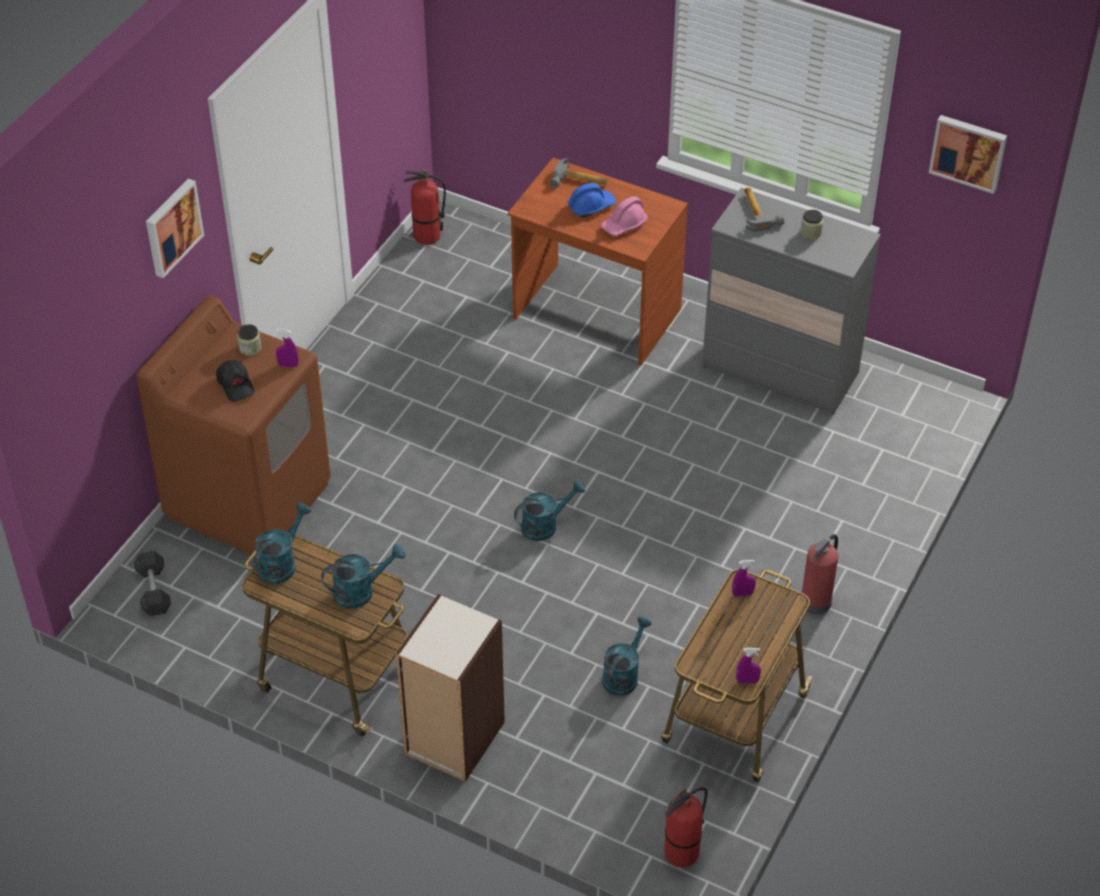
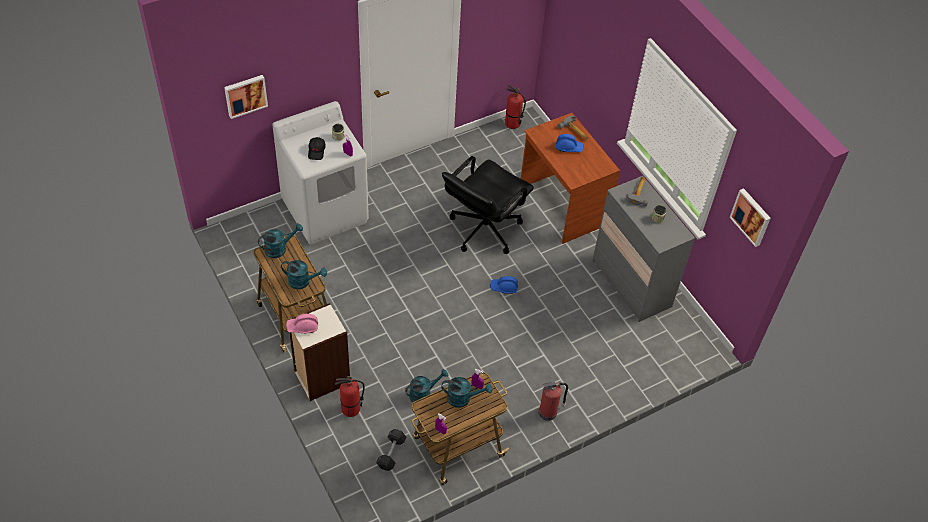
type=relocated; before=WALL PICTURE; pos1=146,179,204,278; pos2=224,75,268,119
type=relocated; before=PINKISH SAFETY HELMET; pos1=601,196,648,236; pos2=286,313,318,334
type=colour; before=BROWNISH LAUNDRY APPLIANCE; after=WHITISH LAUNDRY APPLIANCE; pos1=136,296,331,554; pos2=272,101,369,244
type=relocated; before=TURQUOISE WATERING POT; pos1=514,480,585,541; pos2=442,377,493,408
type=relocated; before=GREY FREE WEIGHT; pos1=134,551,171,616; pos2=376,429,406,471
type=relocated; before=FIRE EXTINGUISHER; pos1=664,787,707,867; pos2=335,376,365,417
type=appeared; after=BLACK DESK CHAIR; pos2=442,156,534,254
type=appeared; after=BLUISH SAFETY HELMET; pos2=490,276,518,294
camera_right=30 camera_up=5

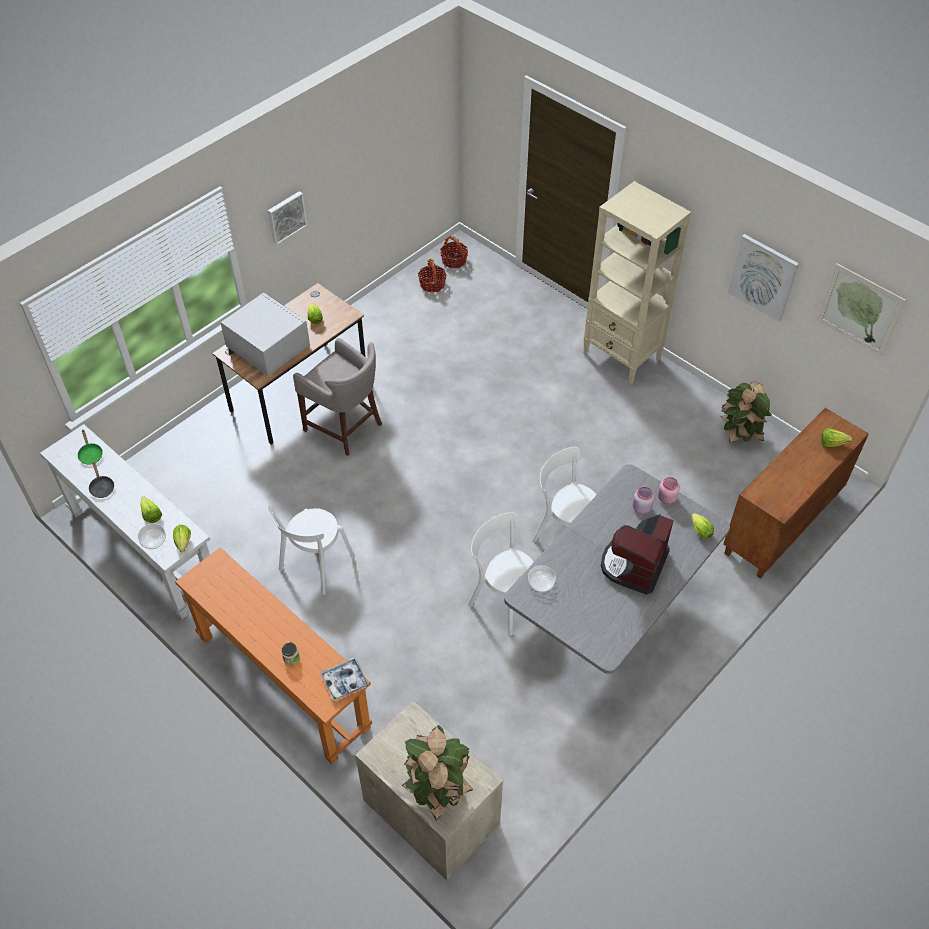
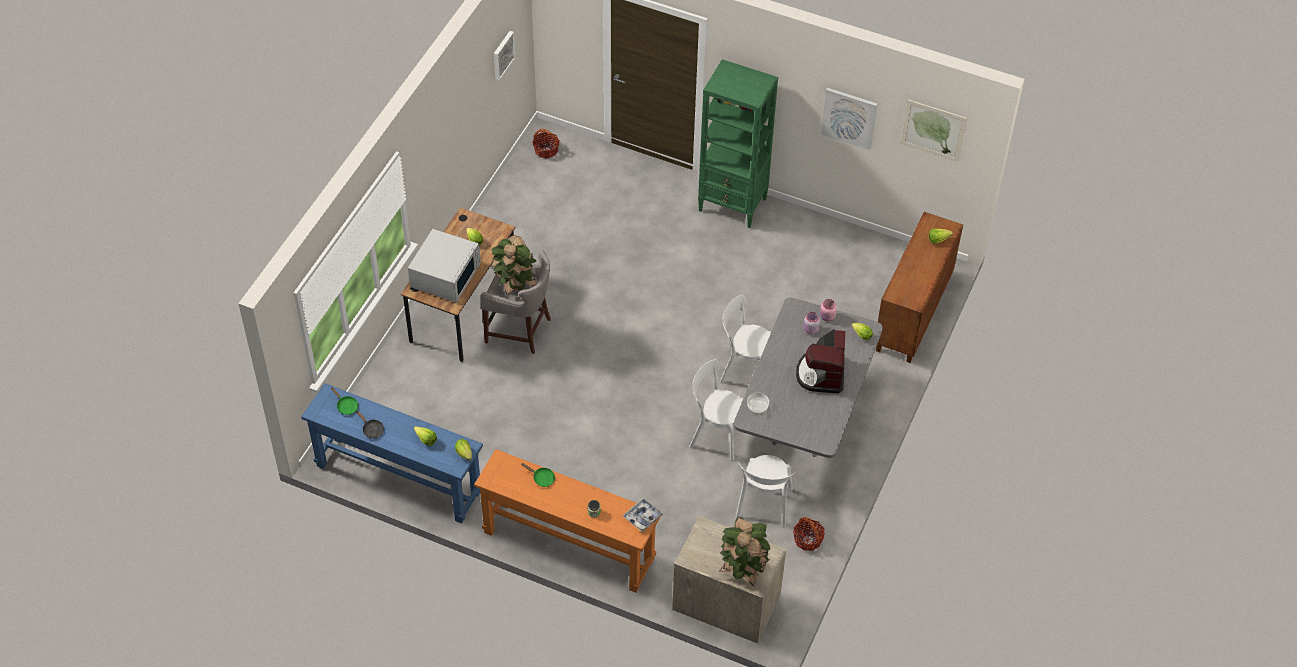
type=colour; before=BEIGE-COLOURED BOOKSHELF; after=GREENISH BOOKSHELF; pos1=583,181,691,384; pos2=698,59,778,228
type=relocated; before=WALL PICTURE; pos1=268,191,307,245; pos2=494,31,515,80
type=relocated; before=BASKET; pos1=418,259,447,293; pos2=793,517,825,551
type=spun; before=WHITISH MICROWAVE OVEN; pos1=220,293,310,376; pos2=408,229,481,303; turn=90
type=relocated; before=PLANT IN A POT; pos1=721,381,772,443; pos2=491,235,537,295
type=colour; before=WHITISH HALL TABLE; after=BLUISH HALL TABLE; pos1=40,424,210,619; pos2=301,383,483,523
type=relocated; before=WHITISH PLAIN CHAIR; pos1=267,505,355,595; pos2=736,455,795,527
type=missing; before=SERVING BOWL; pos1=138,524,166,549
type=appeared; after=GREENISH FRYING PAN; pos2=521,463,555,487
camera_right=-20 camera_up=0

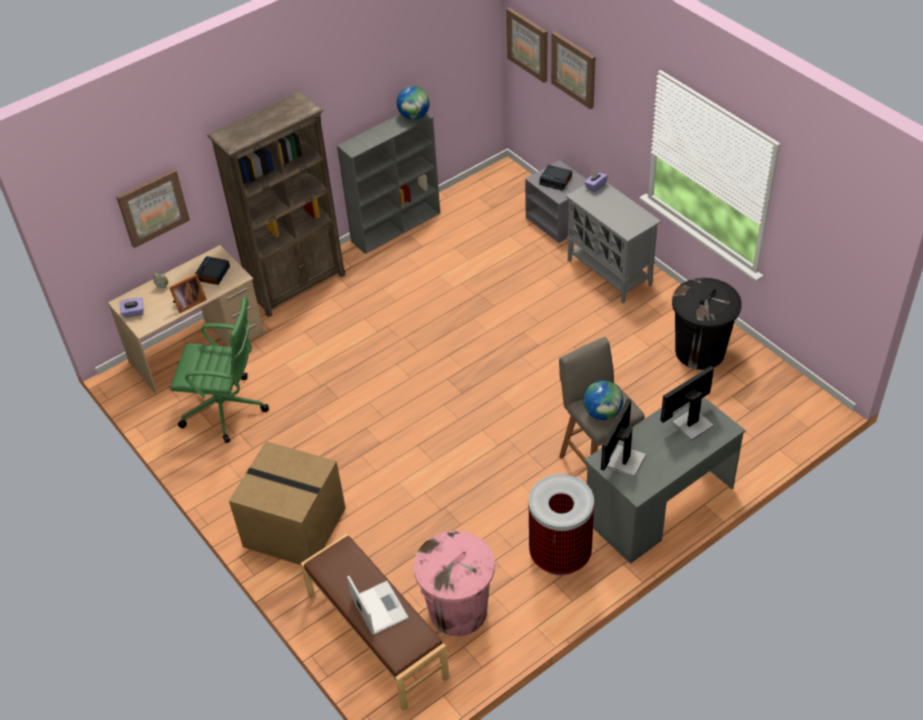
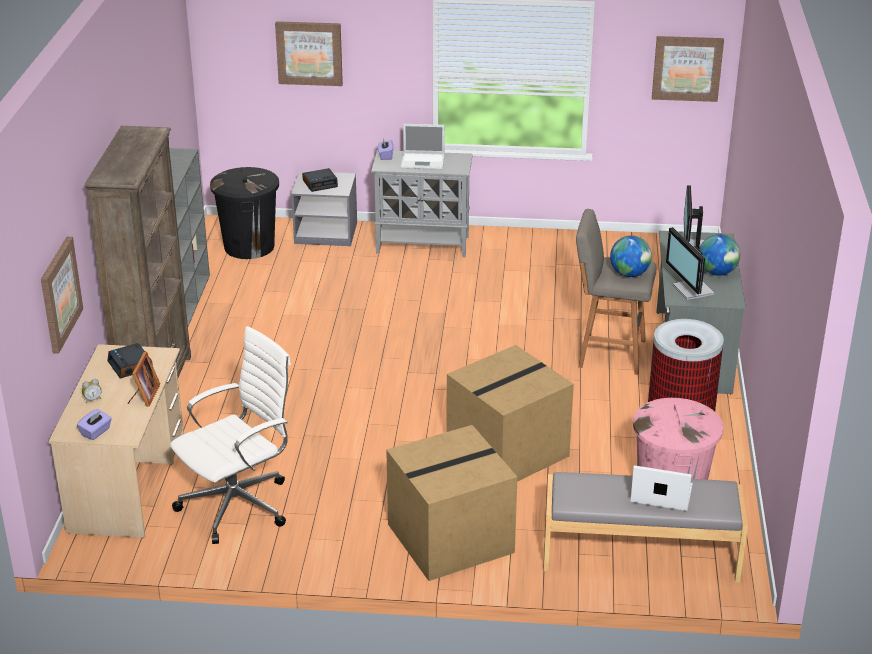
type=relocated; before=WALL PICTURE; pos1=506,7,547,83; pos2=652,36,724,102
type=relocated; before=GLOBE; pos1=397,86,430,120; pos2=700,234,740,276
type=relocated; before=BLACK TRASH CAN; pos1=672,278,742,370; pos2=210,167,279,259
type=colour; before=GREENISH DESK CHAIR; after=WHITISH DESK CHAIR; pos1=171,296,269,443; pos2=170,326,291,544
type=colour; before=BROWNISH LONG SEAT; after=GREY LONG SEAT; pos1=301,534,449,711; pos2=544,472,748,583
type=appeared; after=LAPTOP; pos2=401,124,445,170
type=appeared; after=CARTON; pos2=446,345,574,482
camera_right=-50 camera_up=-15

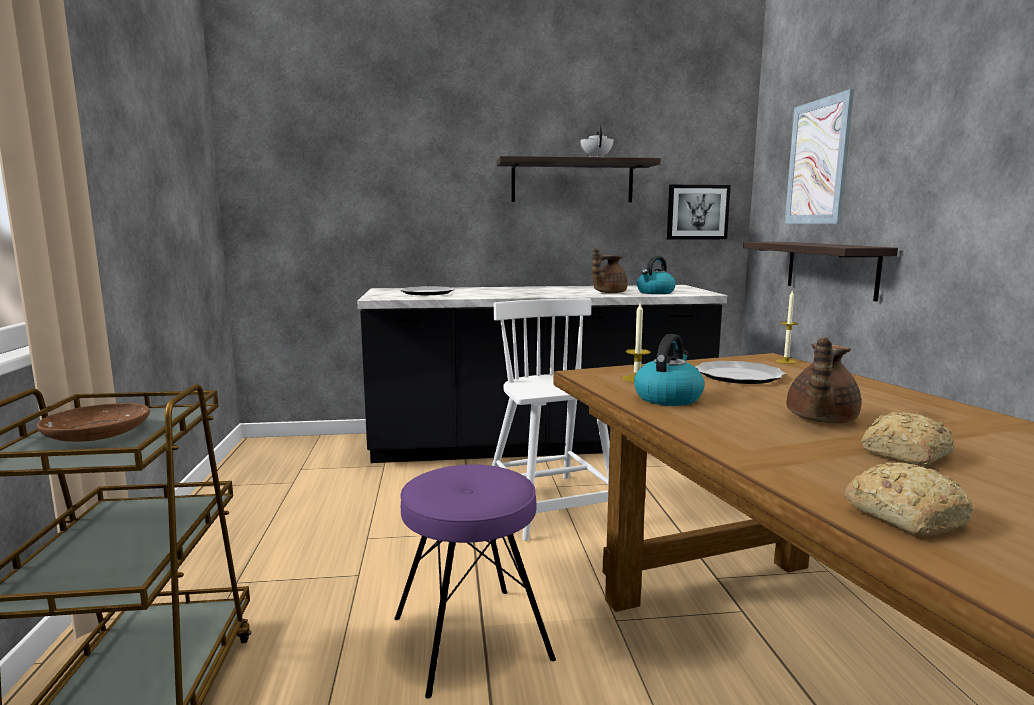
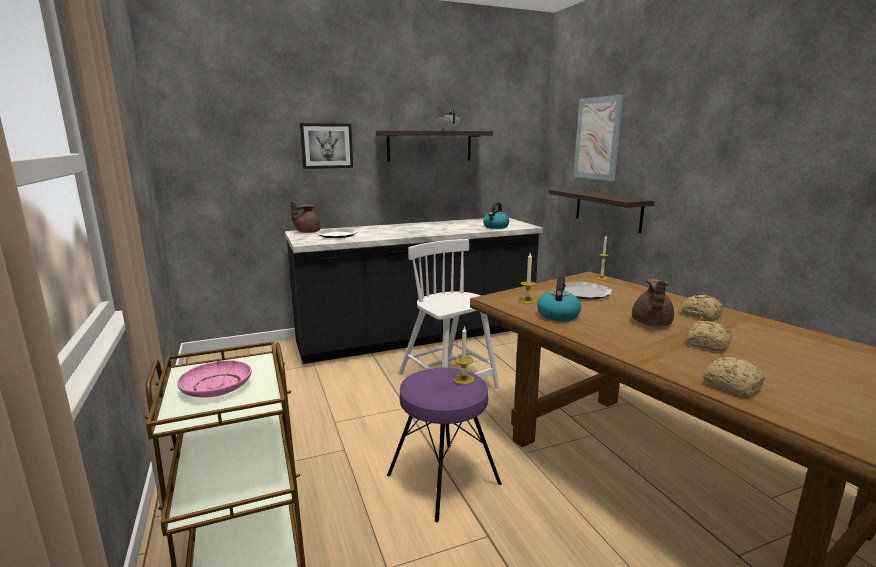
type=relocated; before=WALL PICTURE; pos1=667,185,731,240; pos2=300,123,353,169
type=relocated; before=BROWNISH TEAPOT; pos1=592,248,627,293; pos2=291,201,321,233
type=colour; before=BROWNISH FLAT DISH; after=PINKISH FLAT DISH; pos1=37,403,150,442; pos2=177,361,251,398
type=appeared; after=BREAD; pos2=681,295,723,320
type=appeared; after=WAX CANDLE; pos2=453,326,474,385
camera_right=-15 camera_up=5

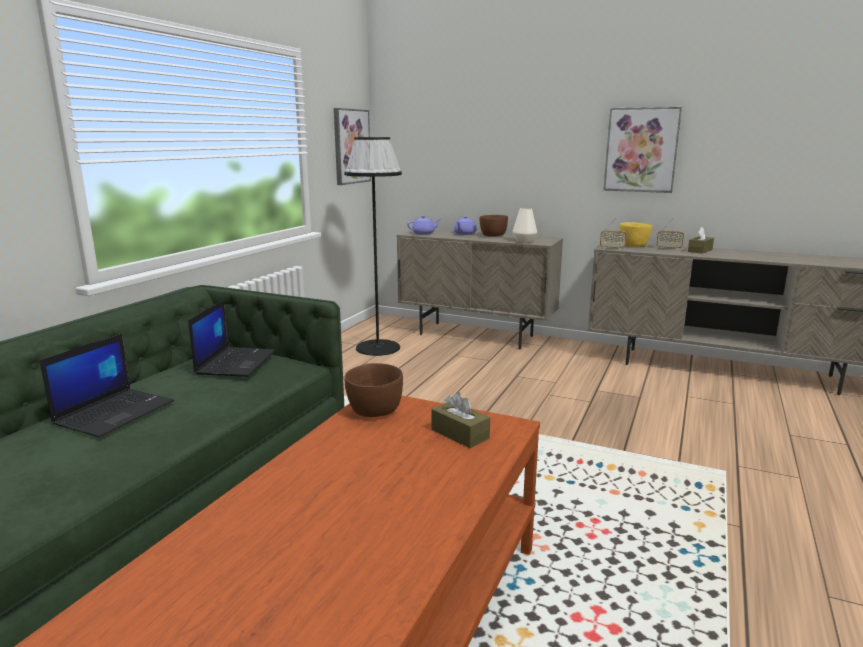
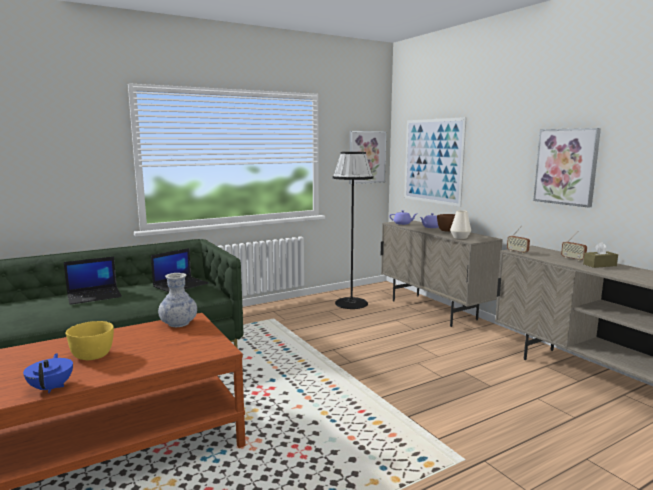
type=relocated; before=YELLOW SERVING BOWL; pos1=620,222,652,247; pos2=66,321,114,360
type=exchanged; before=BROWNISH SERVING BOWL; after=FLOWER VASE; pos1=345,363,403,417; pos2=158,273,197,327
type=missing; before=BROWNISH TISSUE BOX; pos1=432,392,490,448
type=appeared; after=WALL PICTURE; pos2=404,117,467,207
type=appeared; after=BLUISH TEAPOT; pos2=23,353,73,393
camera_right=35 camera_up=-5

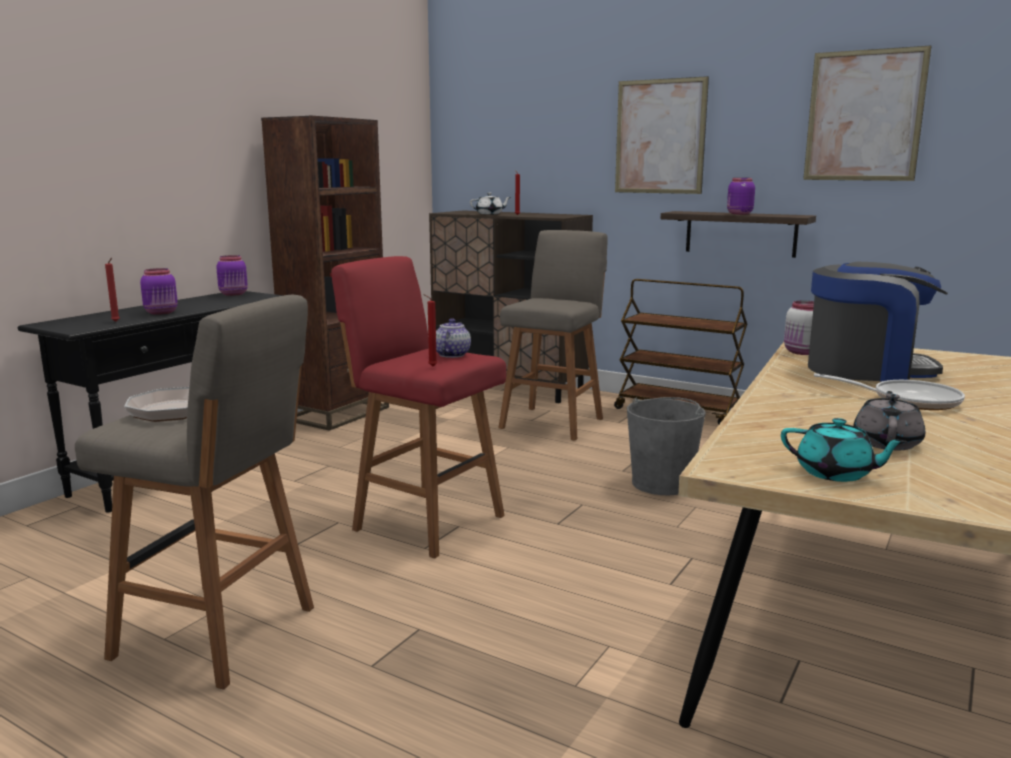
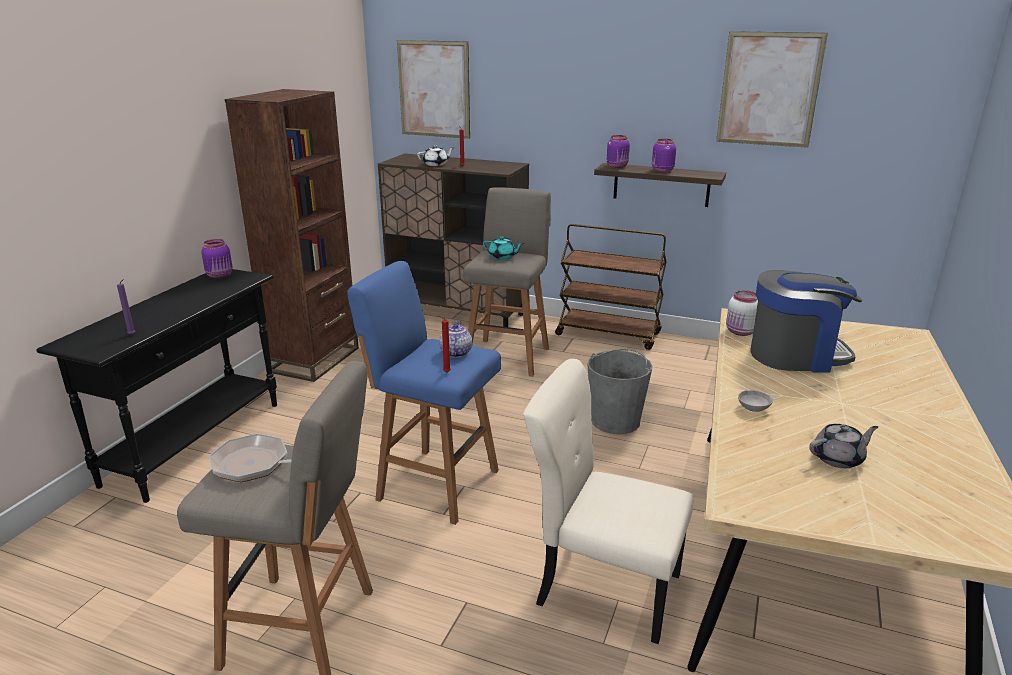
type=relocated; before=WALL PICTURE; pos1=615,76,709,194; pos2=397,40,470,139
type=colour; before=REDDISH STOOL SEAT; after=BLUISH STOOL SEAT; pos1=332,256,506,559; pos2=347,261,501,525
type=colour; before=REDDISH WAX CANDLE; after=PURPLISH WAX CANDLE; pos1=105,258,120,322; pos2=117,280,135,335
type=relocated; before=PURPLISH JAR; pos1=140,268,178,315; pos2=607,135,630,168
type=missing; before=FRYING PAN; pos1=814,373,965,410
type=spun; before=GREY TEAPOT; pos1=853,391,925,450; pos2=809,424,878,468; turn=60
type=relocated; before=TURQUOISE TEAPOT; pos1=781,418,907,482; pos2=483,236,524,260
type=appeared; after=BEIGE-COLOURED PLAIN CHAIR; pos2=523,359,693,644
type=appeared; after=GREY SERVING BOWL; pos2=738,390,773,412
camera_right=-10 camera_up=10

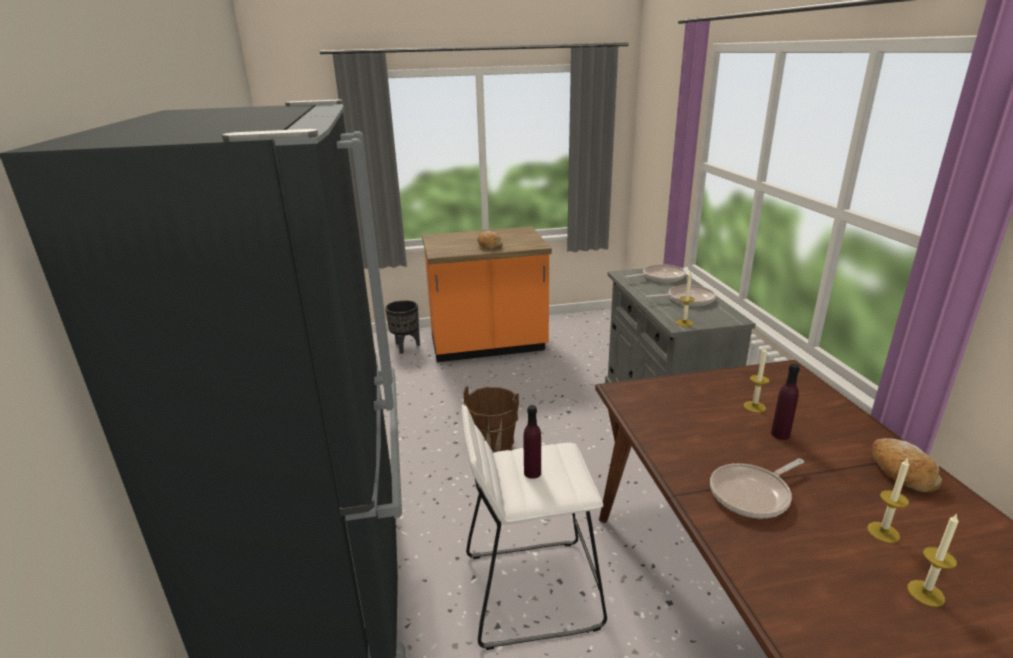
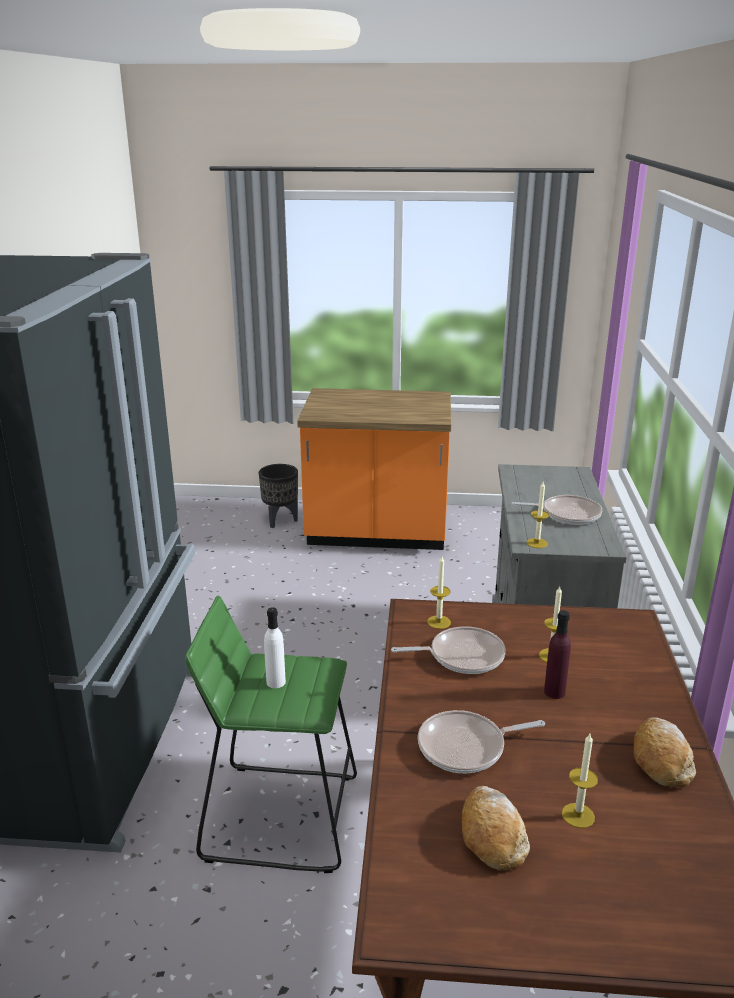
type=relocated; before=BREAD; pos1=477,231,503,250; pos2=462,786,530,870
type=relocated; before=FRYING PAN; pos1=626,264,686,283; pos2=391,626,506,674
type=missing; before=BROWNISH PAIL; pos1=464,386,519,453
type=colour; before=WHITISH STOOL SEAT; after=GREENISH STOOL SEAT; pos1=461,405,607,650; pos2=185,595,357,873
type=colour; before=PURPLISH BEVERAGE BOTTLE; after=WHITISH BEVERAGE BOTTLE; pos1=524,405,541,479; pos2=264,607,286,688
type=relocated; before=WAX CANDLE; pos1=907,513,959,607; pos2=427,556,451,629
camera_right=15 camera_up=0

